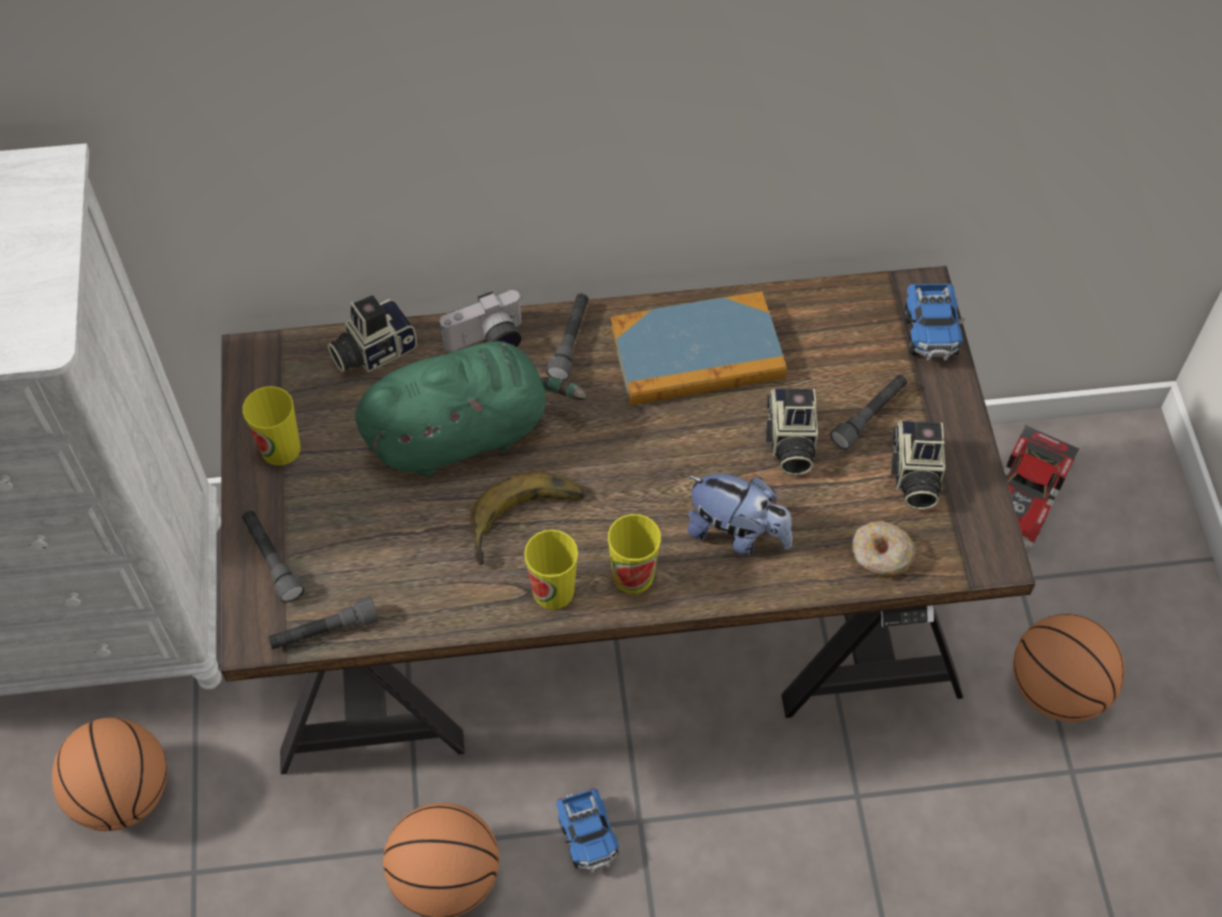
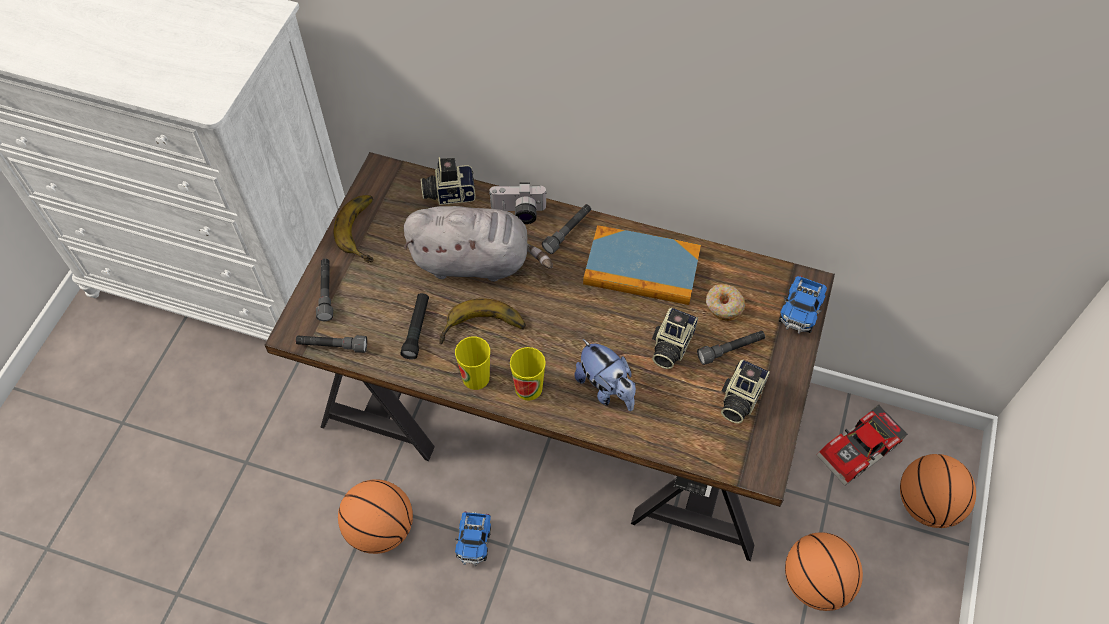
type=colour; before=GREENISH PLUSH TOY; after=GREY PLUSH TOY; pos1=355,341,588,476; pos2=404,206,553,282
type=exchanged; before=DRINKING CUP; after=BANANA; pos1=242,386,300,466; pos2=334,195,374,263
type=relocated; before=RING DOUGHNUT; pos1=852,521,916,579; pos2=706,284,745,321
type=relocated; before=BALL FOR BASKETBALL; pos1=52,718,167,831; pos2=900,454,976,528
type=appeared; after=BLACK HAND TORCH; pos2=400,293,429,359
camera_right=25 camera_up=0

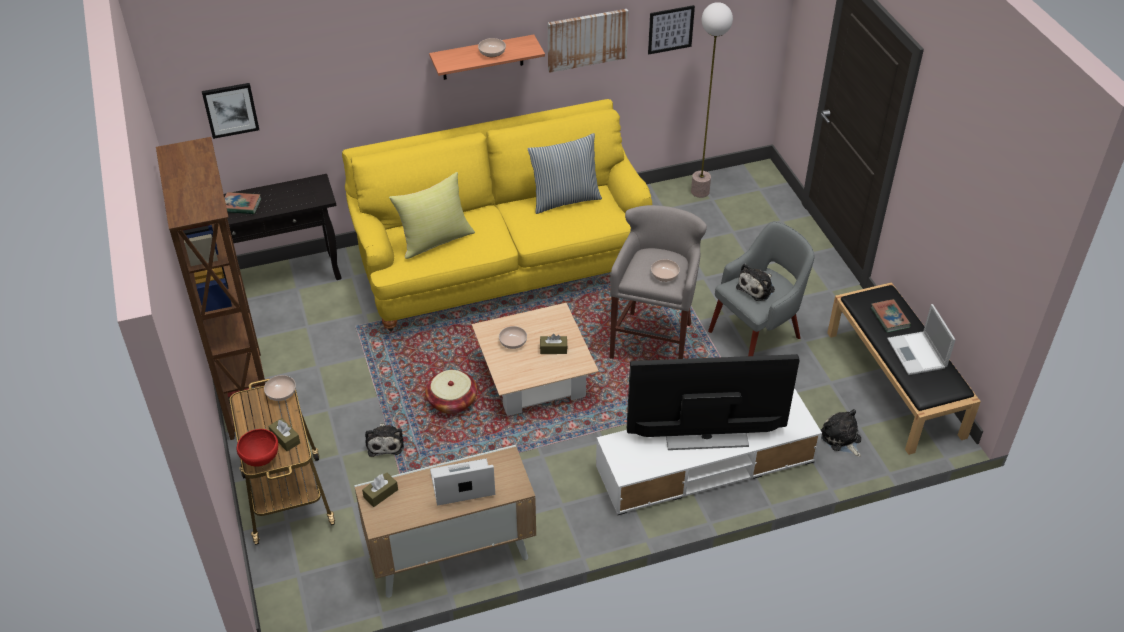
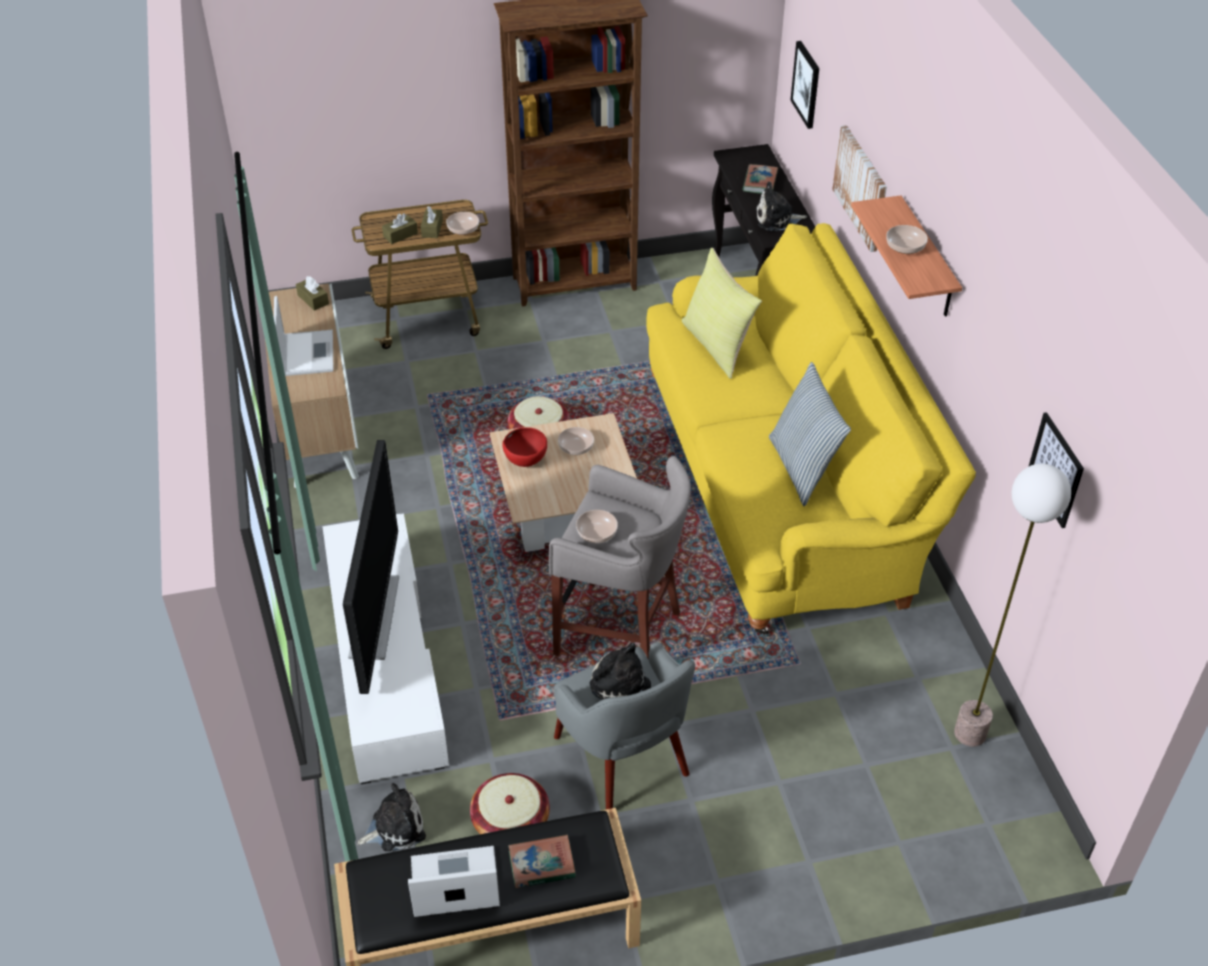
type=relocated; before=WALL PICTURE; pos1=548,9,629,73; pos2=832,125,887,252
type=relocated; before=BROWNISH TISSUE BOX; pos1=540,334,567,354; pos2=420,206,443,238
type=relocated; before=PLUSH TOY; pos1=365,423,404,457; pos2=756,181,808,231
type=relocated; before=REDDISH SERVING BOWL; pos1=237,429,278,467; pos2=502,427,547,467
type=appeared; after=BASKET; pos2=470,773,550,834
camera_right=95 camera_up=0

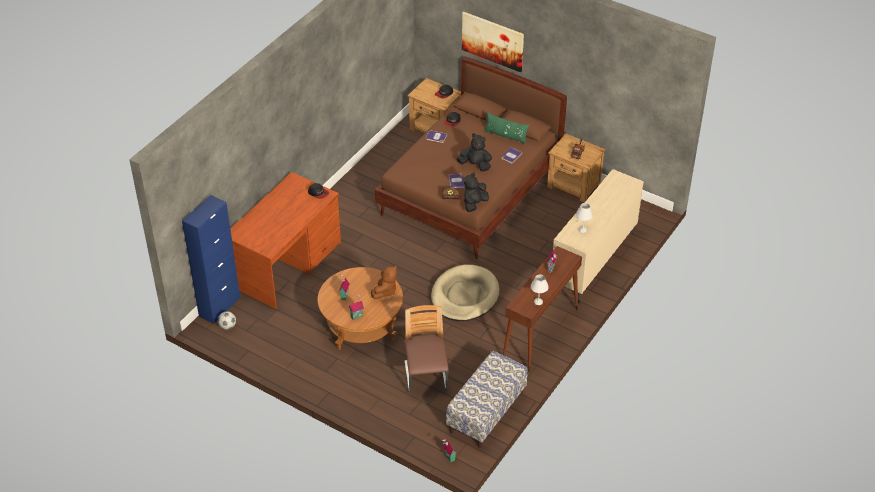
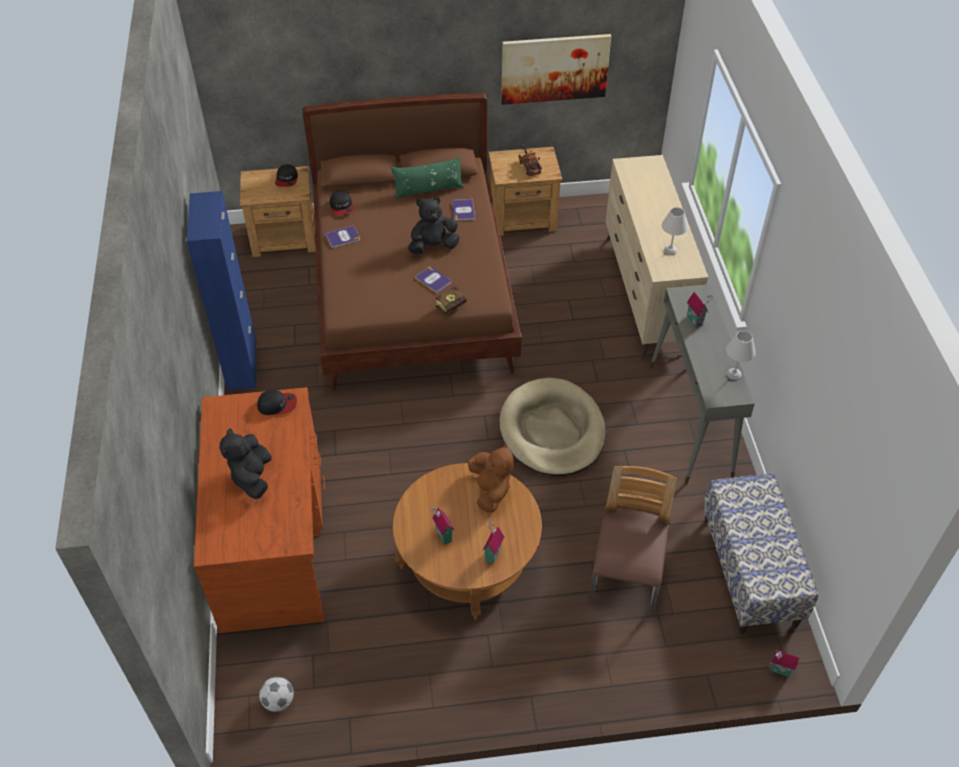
type=relocated; before=WALL PICTURE; pos1=462,12,524,72; pos2=501,34,611,105
type=relocated; before=BLACK PLUSH TOY; pos1=464,173,489,212; pos2=220,428,272,499
type=relocated; before=BLUISH STORAGE CABINET; pos1=182,195,240,324; pos2=187,191,257,390
type=colour; before=BROWNISH HALL TABLE; after=GREY HALL TABLE; pos1=503,246,582,372; pos2=650,284,755,484
type=spun; before=PLAIN CHAIR; pos1=404,305,449,392; pos2=590,466,677,609; turn=60
camera_right=-40 camera_up=5

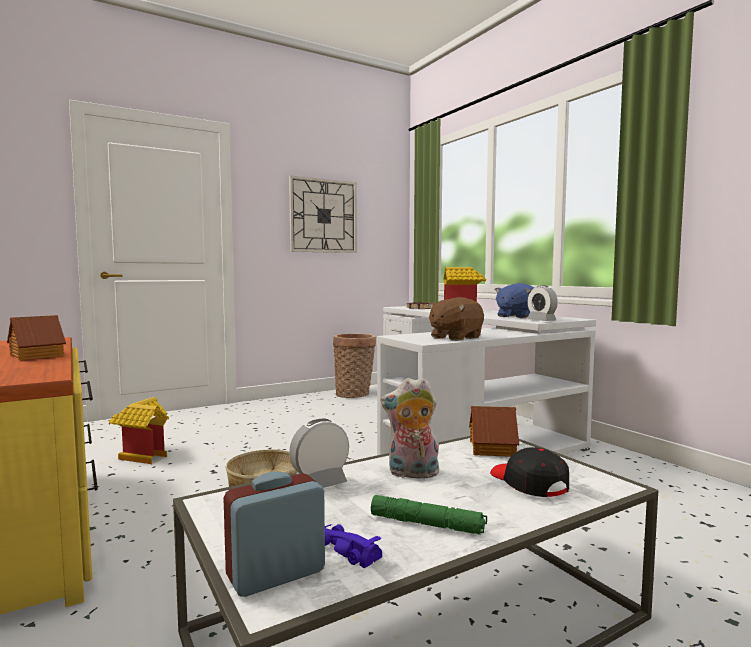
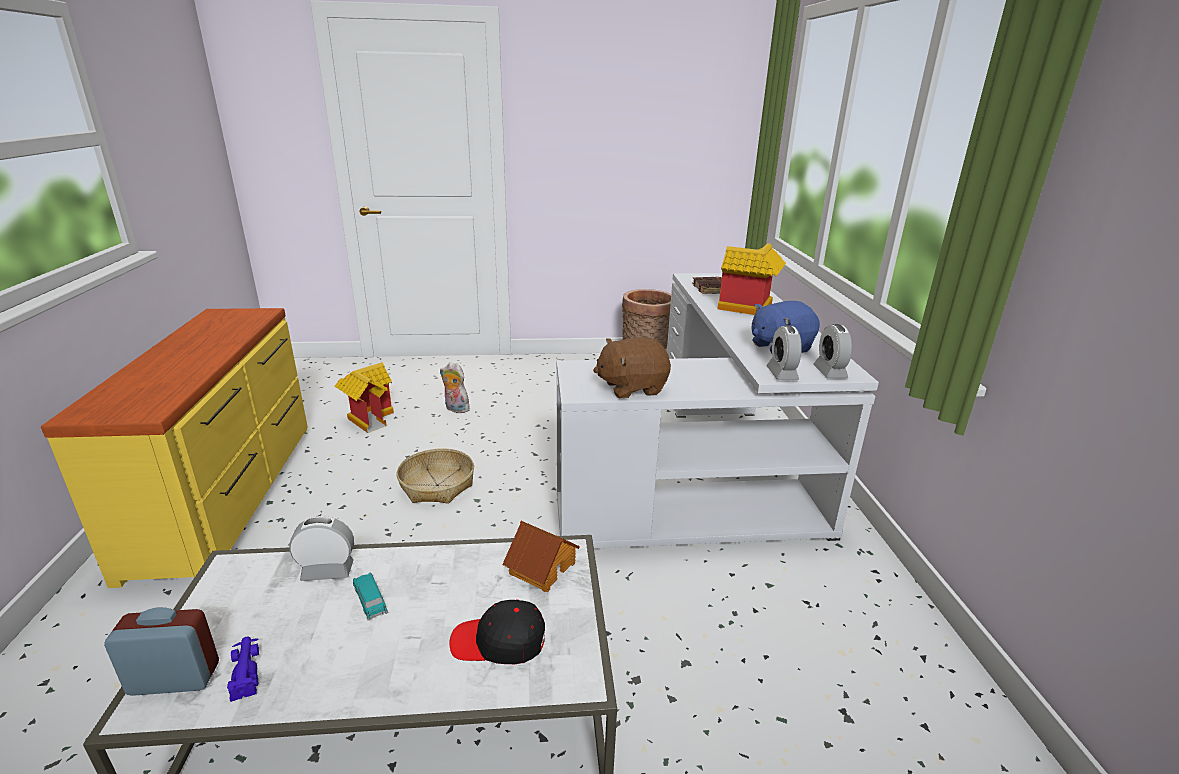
type=missing; before=HANGING CLOCK; pos1=289,176,357,253
type=missing; before=MINIATURE HOUSE; pos1=7,315,66,360
type=relocated; before=PLUSH TOY; pos1=380,377,439,481; pos2=440,362,472,413
type=spun; before=BLACK BASEBALL CAP; pos1=490,447,569,497; pos2=449,599,545,664; turn=-90
type=missing; before=GREENISH HAND TORCH; pos1=371,495,487,535
type=appeared; after=BEDSIDE CLOCK; pos2=813,324,852,378
type=appeared; after=MINIATURE CAR; pos2=353,573,388,621
camera_right=25 camera_up=20

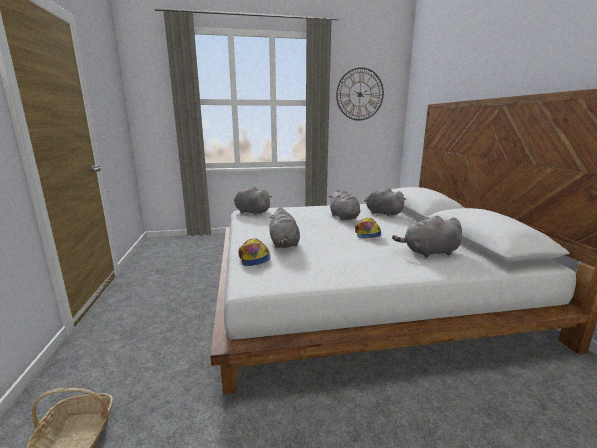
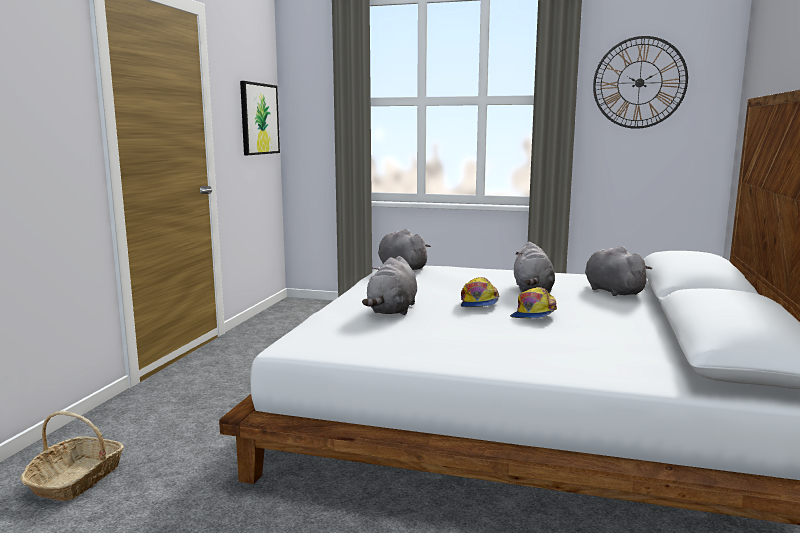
type=missing; before=GREY PLUSH TOY; pos1=392,216,462,258
type=relocated; before=BASEBALL CAP; pos1=239,238,270,266; pos2=461,277,499,307
type=appeared; after=WALL PICTURE; pos2=240,81,280,155
camera_right=25 camera_up=-5

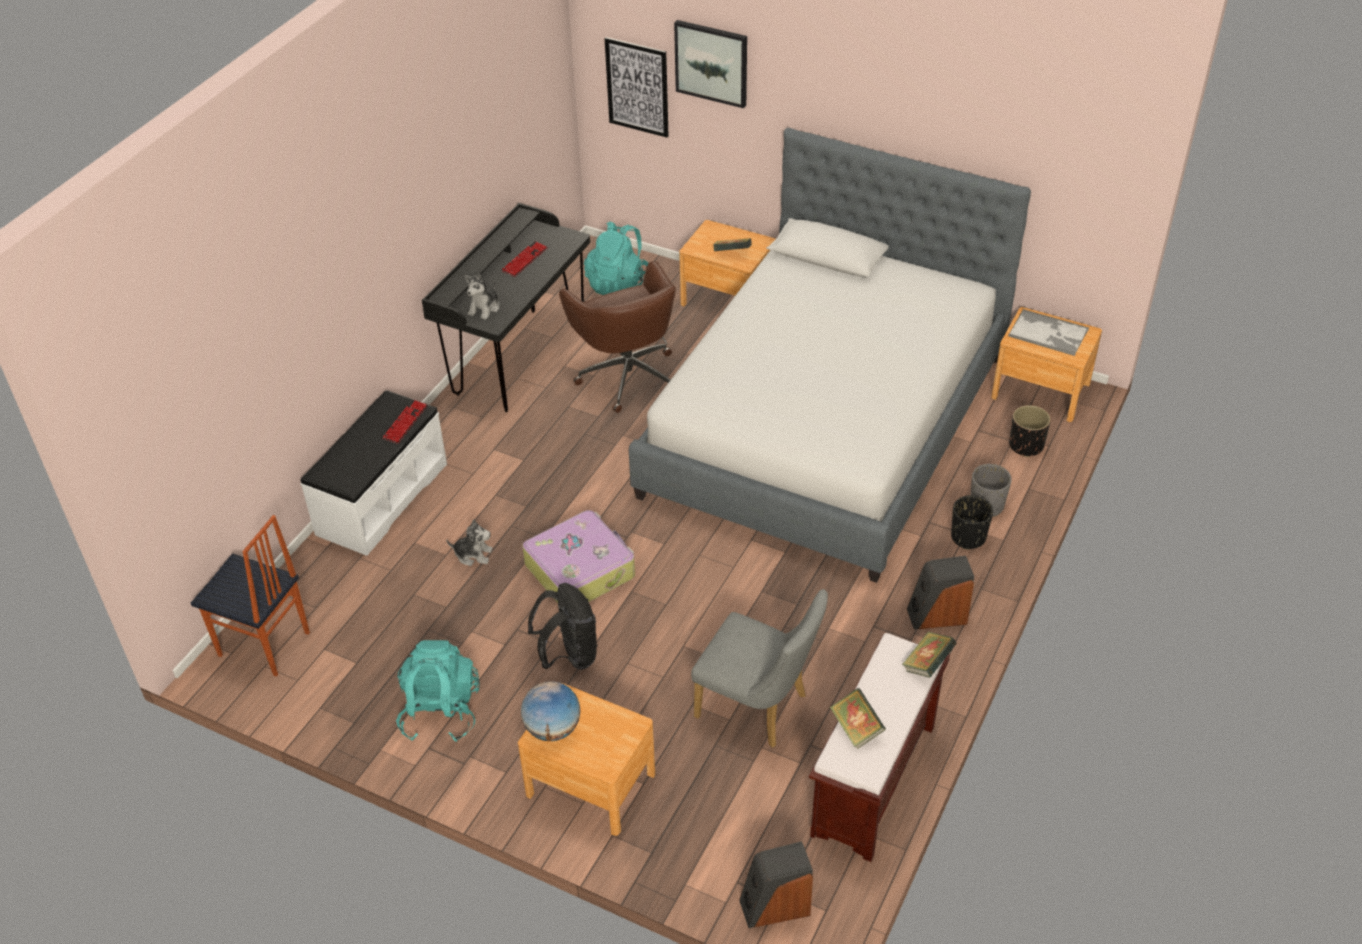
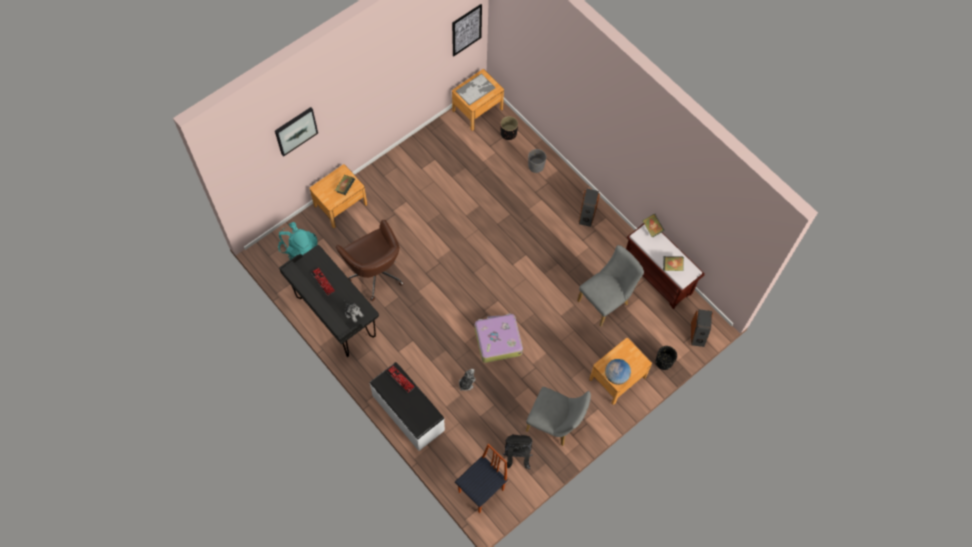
type=relocated; before=WALL PICTURE; pos1=605,37,669,137; pos2=452,4,482,56
type=missing; before=BED; pos1=629,128,1031,583
type=spun; before=BROWNISH DESK CHAIR; pos1=559,261,676,413; pos2=336,220,404,301; turn=60
type=relocated; before=BLACK PLANTER; pos1=951,495,993,550; pos2=656,346,677,370
type=relocated; before=BLACK RUCKSACK; pos1=528,583,598,670; pos2=503,434,533,470
type=exchanged; before=TURQUOISE RUCKSACK; after=GREY PLAIN CHAIR; pos1=396,640,480,742; pos2=526,387,591,446
camera_right=-70 camera_up=20

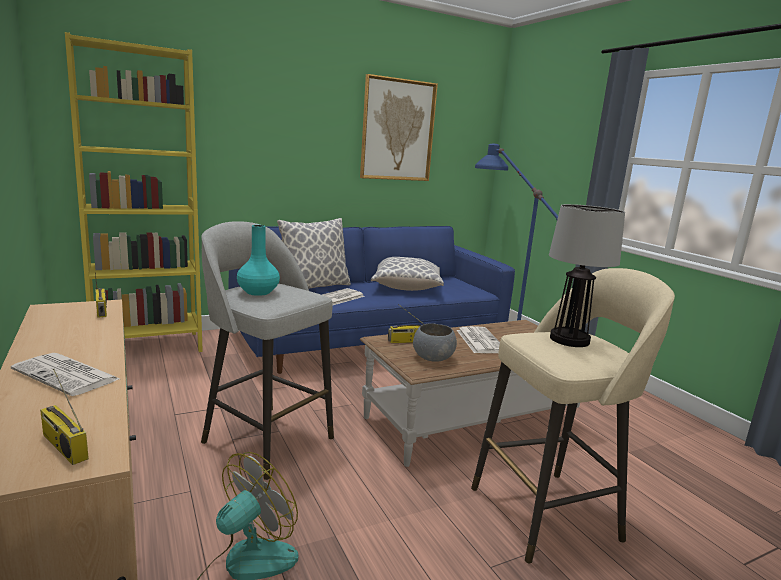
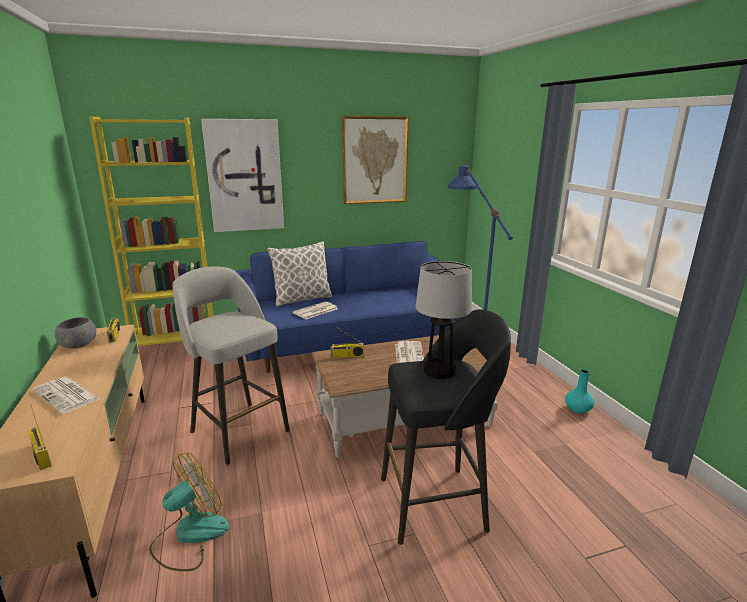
type=relocated; before=TURQUOISE FLOWER VASE; pos1=237,225,280,296; pos2=565,370,594,413
type=missing; before=CUSHION; pos1=371,257,444,291
type=colour; before=BEIGE-COLOURED STOOL SEAT; after=BLACK STOOL SEAT; pos1=471,268,675,564; pos2=381,309,511,545
type=relocated; before=GREY SERVING BOWL; pos1=413,323,457,362; pos2=55,317,97,349
type=appeared; after=WALL PICTURE; pos2=201,119,284,232
camera_right=10 camera_up=5

